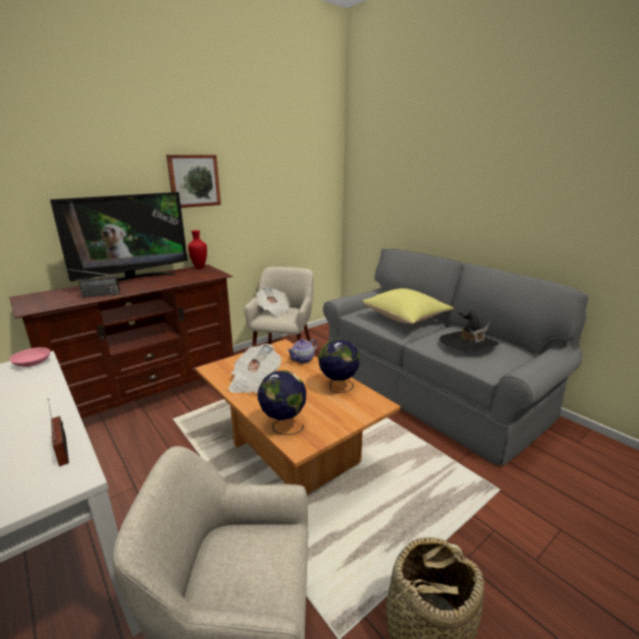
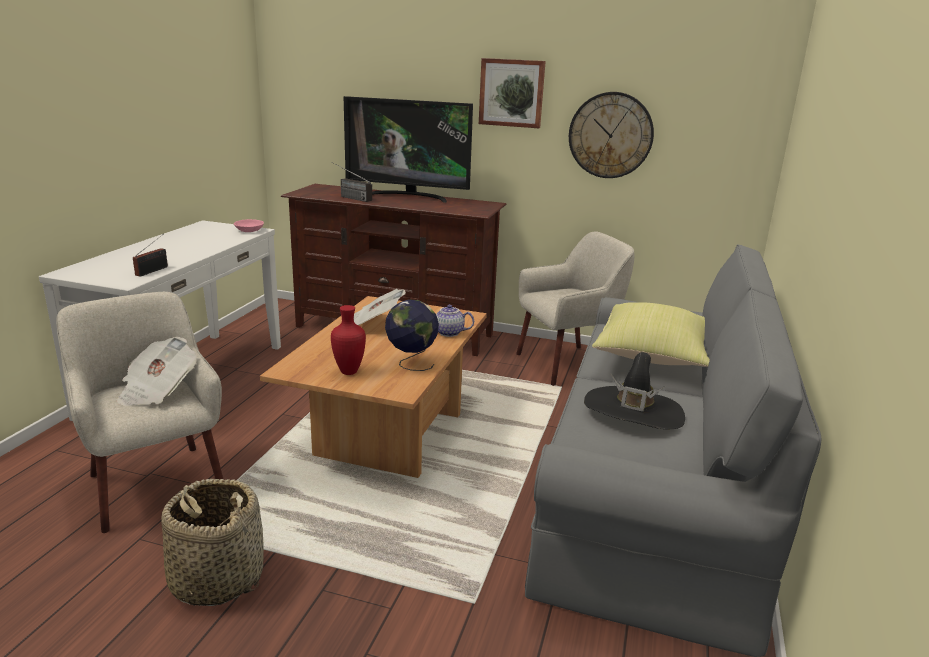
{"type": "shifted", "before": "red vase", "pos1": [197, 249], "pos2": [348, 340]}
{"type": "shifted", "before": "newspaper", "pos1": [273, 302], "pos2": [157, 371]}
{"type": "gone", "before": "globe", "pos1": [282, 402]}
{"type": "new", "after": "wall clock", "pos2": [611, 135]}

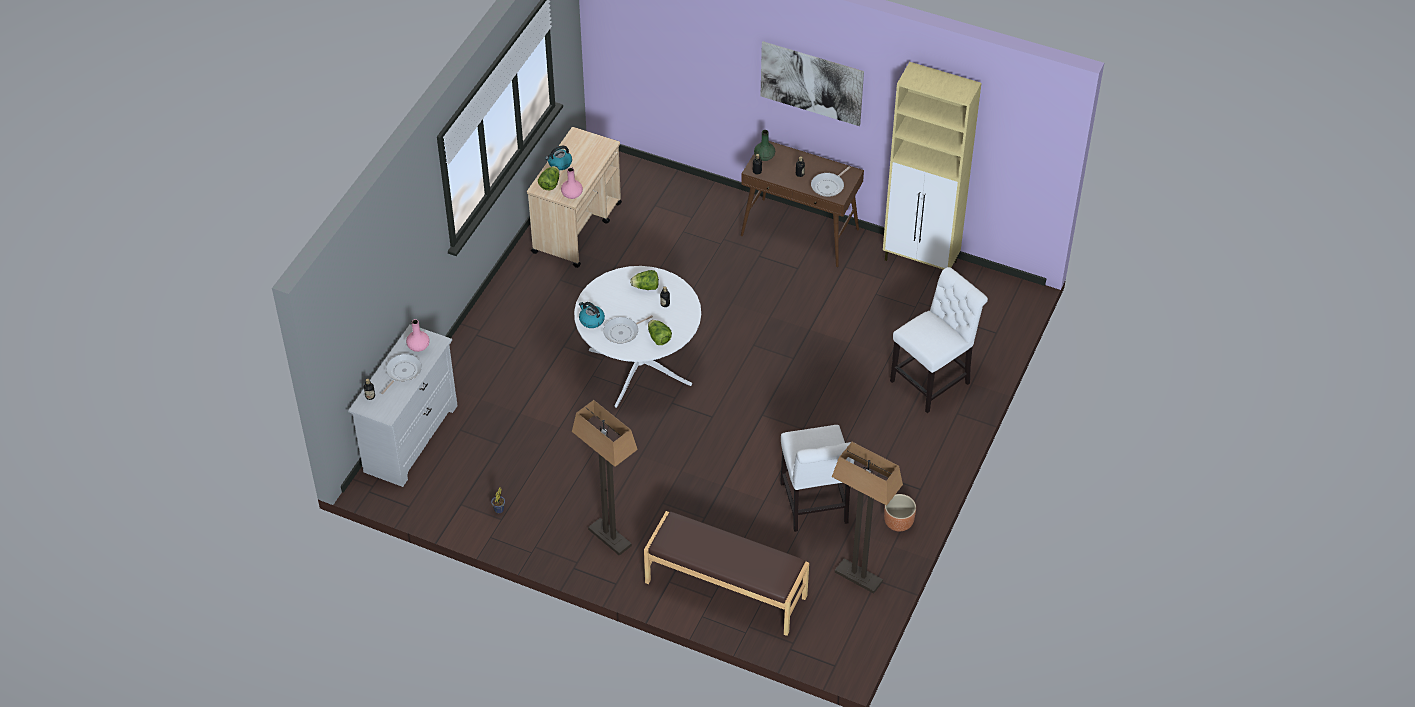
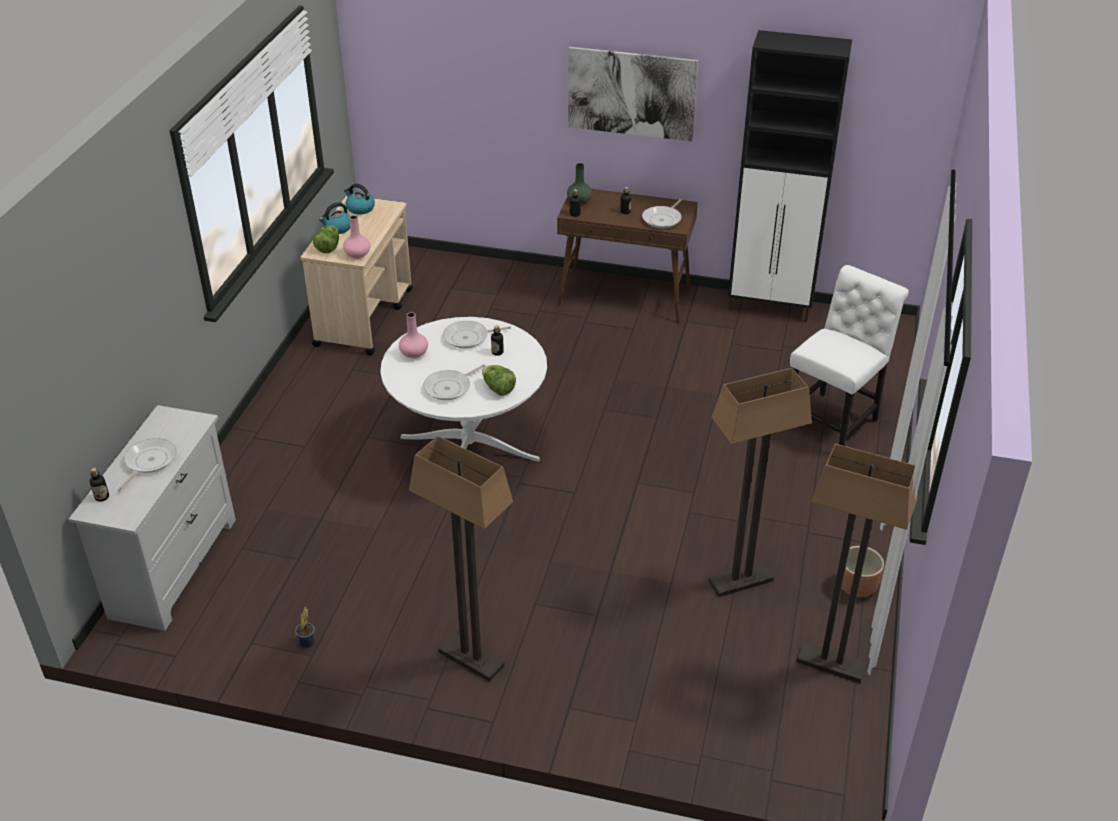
{"type": "shifted", "before": "pink vase", "pos1": [418, 335], "pos2": [413, 335]}
{"type": "shifted", "before": "kettle", "pos1": [592, 315], "pos2": [359, 199]}
{"type": "swapped", "before": "lettuce", "after": "frying pan", "pos1": [644, 280], "pos2": [477, 334]}
{"type": "gone", "before": "brown bench", "pos1": [726, 573]}
{"type": "swapped", "before": "white chair", "after": "floor lamp", "pos1": [817, 478], "pos2": [760, 482]}
{"type": "repainted", "before": "beige cabinet", "after": "black cabinet", "pos1": [932, 165], "pos2": [790, 176]}

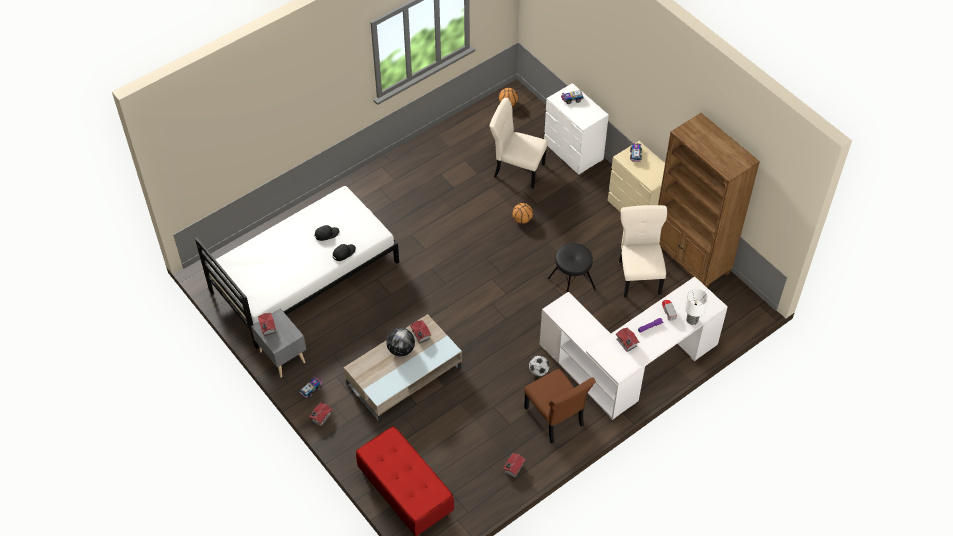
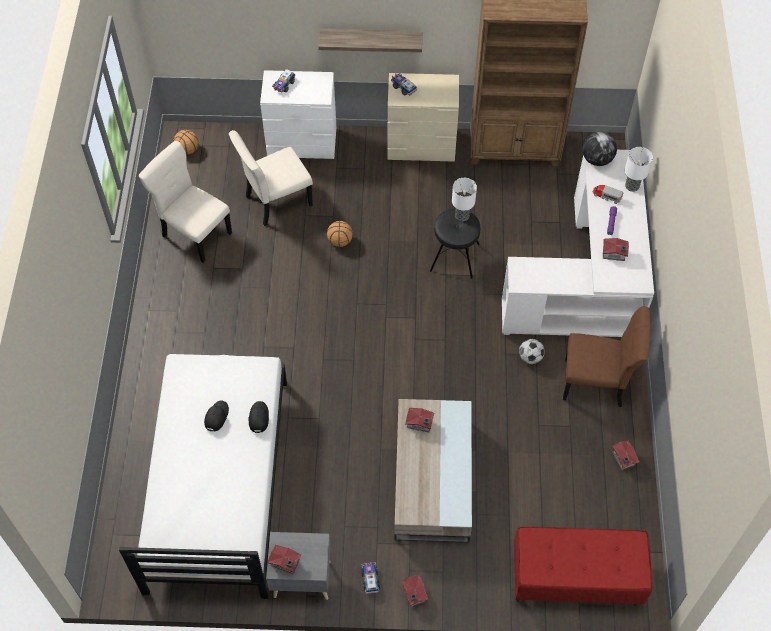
{"type": "shifted", "before": "globe", "pos1": [400, 342], "pos2": [599, 149]}
{"type": "shifted", "before": "beige chair", "pos1": [643, 251], "pos2": [185, 202]}
{"type": "new", "after": "shelf", "pos2": [370, 41]}
{"type": "new", "after": "table lamp", "pos2": [464, 199]}

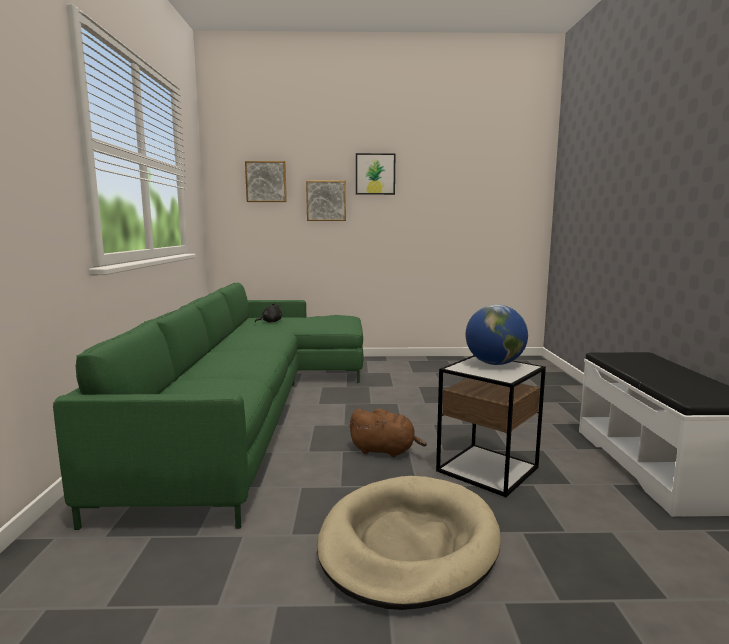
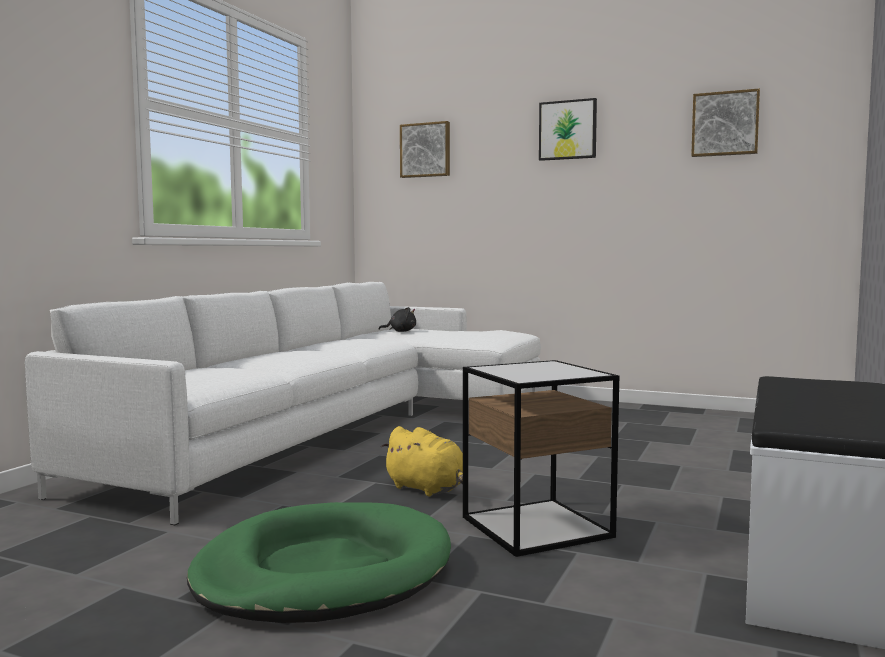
{"type": "repainted", "before": "green sofa", "after": "white sofa", "pos1": [208, 406], "pos2": [283, 403]}
{"type": "shifted", "before": "picture", "pos1": [326, 201], "pos2": [725, 122]}
{"type": "repainted", "before": "beige dog bed", "after": "green dog bed", "pos1": [409, 543], "pos2": [319, 562]}
{"type": "repainted", "before": "brown plush toy", "after": "yellow plush toy", "pos1": [387, 433], "pos2": [422, 461]}
{"type": "gone", "before": "globe", "pos1": [497, 335]}

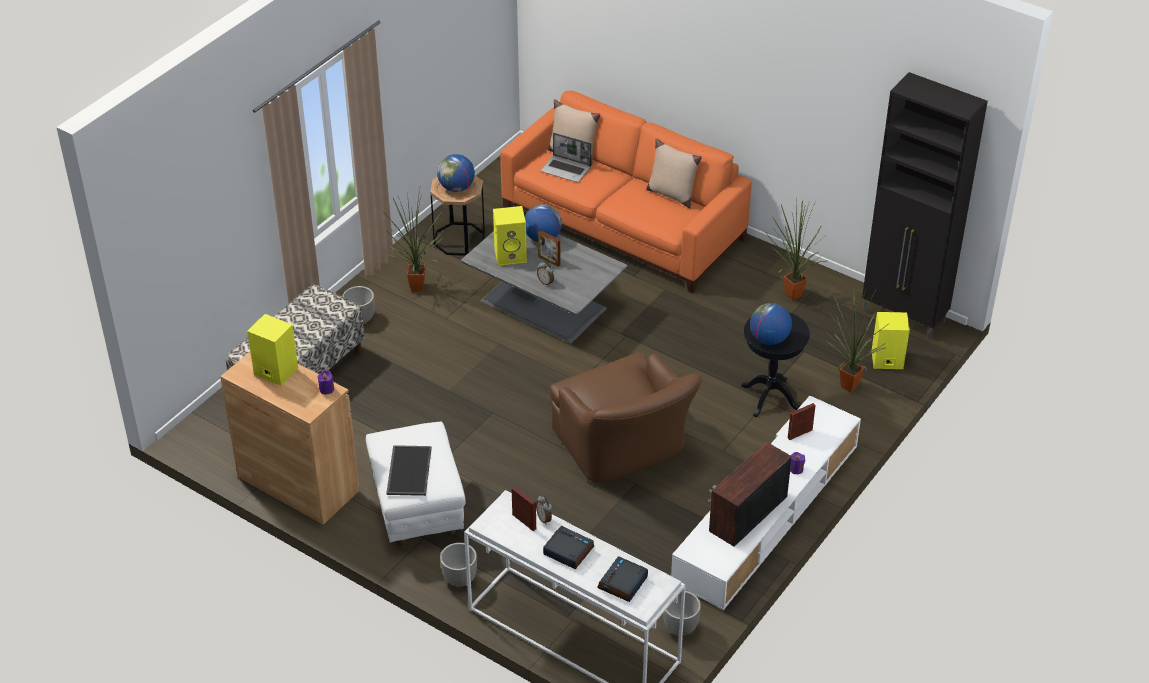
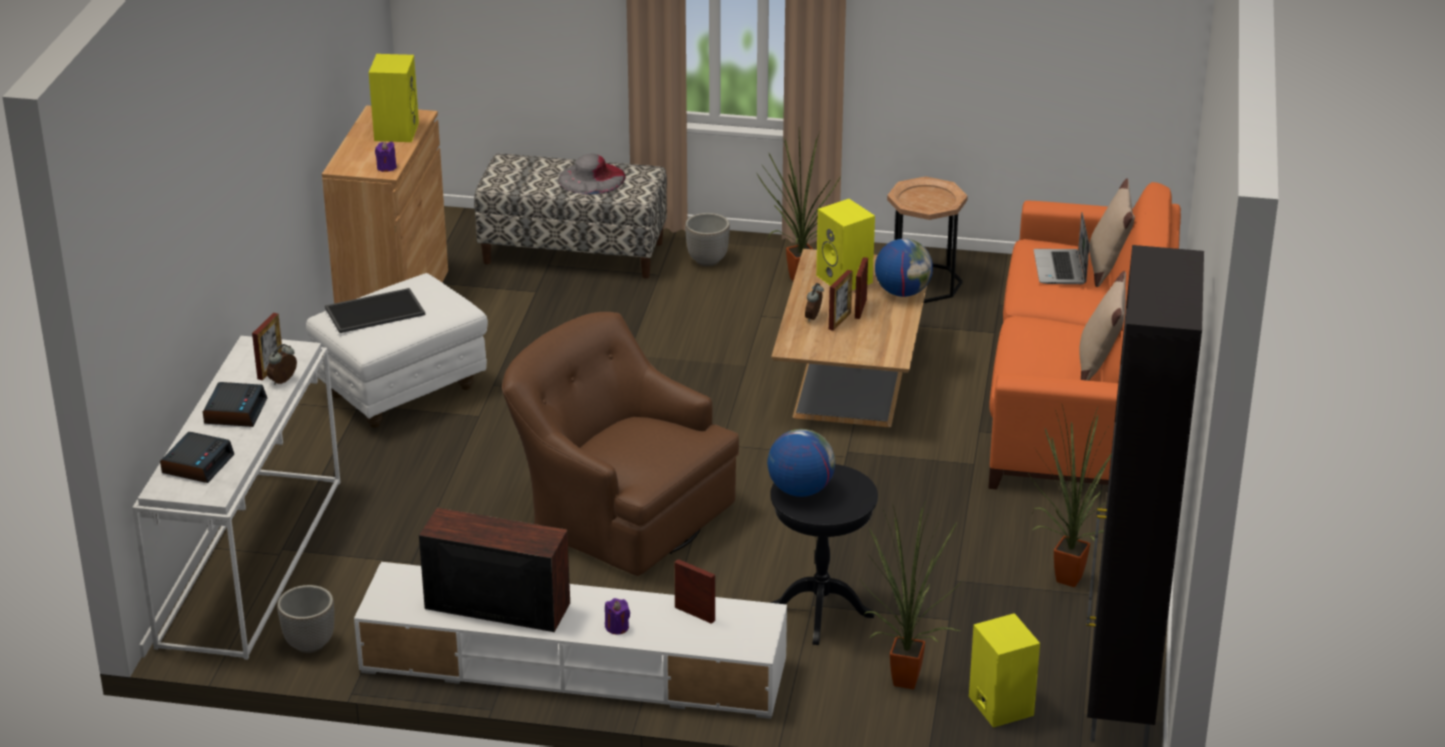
{"type": "gone", "before": "globe", "pos1": [456, 173]}
{"type": "gone", "before": "planter", "pos1": [458, 565]}
{"type": "repainted", "before": "grey coffee table", "after": "brown coffee table", "pos1": [544, 287], "pos2": [849, 338]}
{"type": "rotated", "before": "brown armchair", "pos1": [626, 417], "pos2": [620, 444], "turn": 90}
{"type": "rotated", "before": "alarm clock", "pos1": [622, 579], "pos2": [197, 457], "turn": 105}
{"type": "new", "after": "grey hat", "pos2": [592, 173]}
{"type": "new", "after": "picture frame", "pos2": [841, 300]}

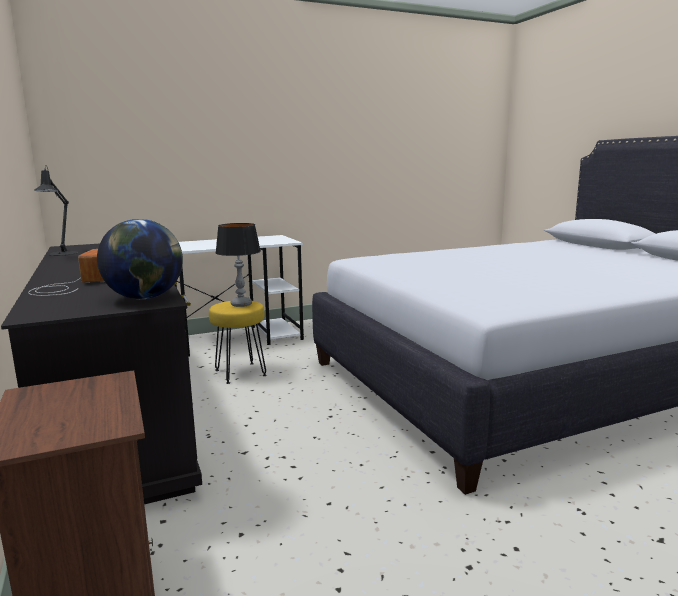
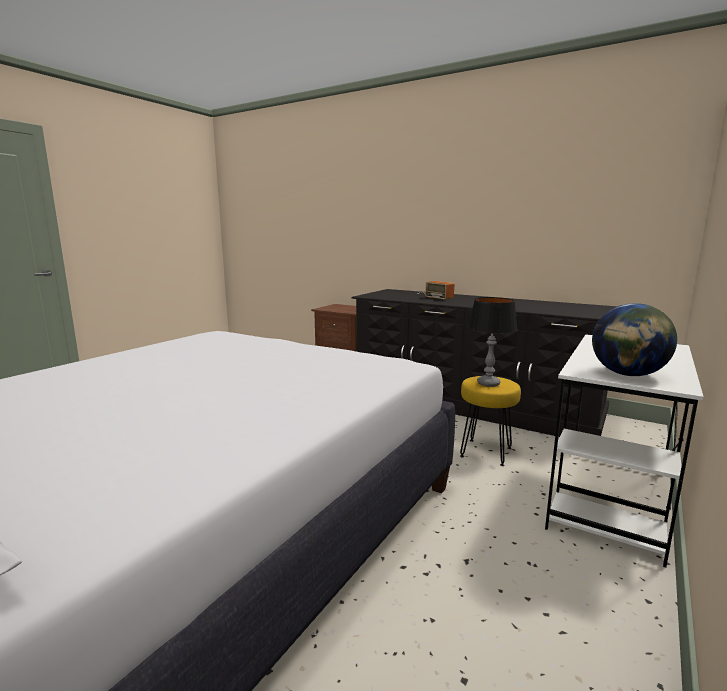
{"type": "gone", "before": "black table lamp", "pos1": [56, 210]}
{"type": "shifted", "before": "globe", "pos1": [140, 259], "pos2": [634, 339]}

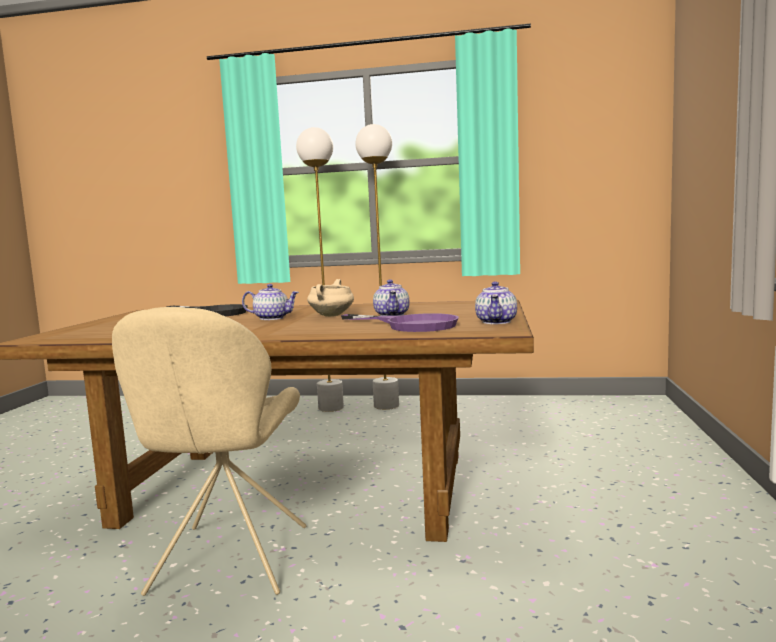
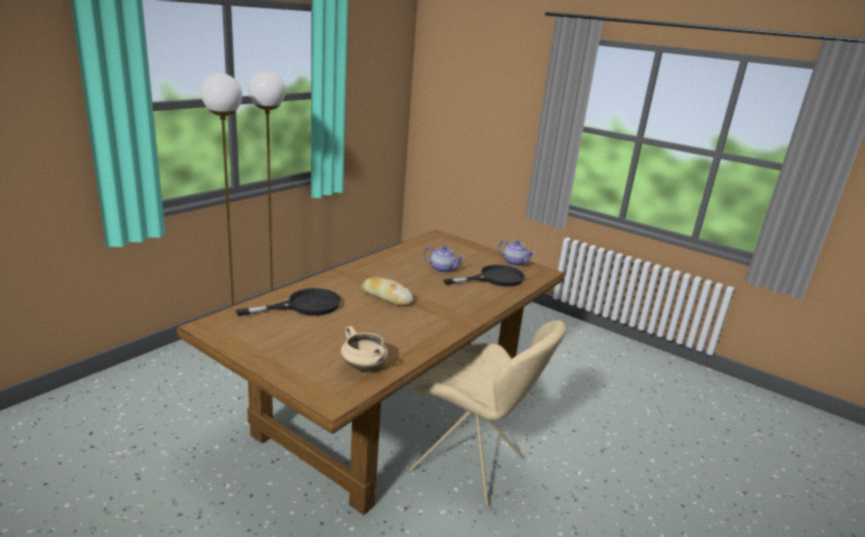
{"type": "swapped", "before": "teapot", "after": "bread", "pos1": [270, 302], "pos2": [388, 291]}
{"type": "shifted", "before": "beige cooking pot", "pos1": [330, 298], "pos2": [364, 348]}
{"type": "repainted", "before": "purple frying pan", "after": "black frying pan", "pos1": [400, 322], "pos2": [484, 276]}

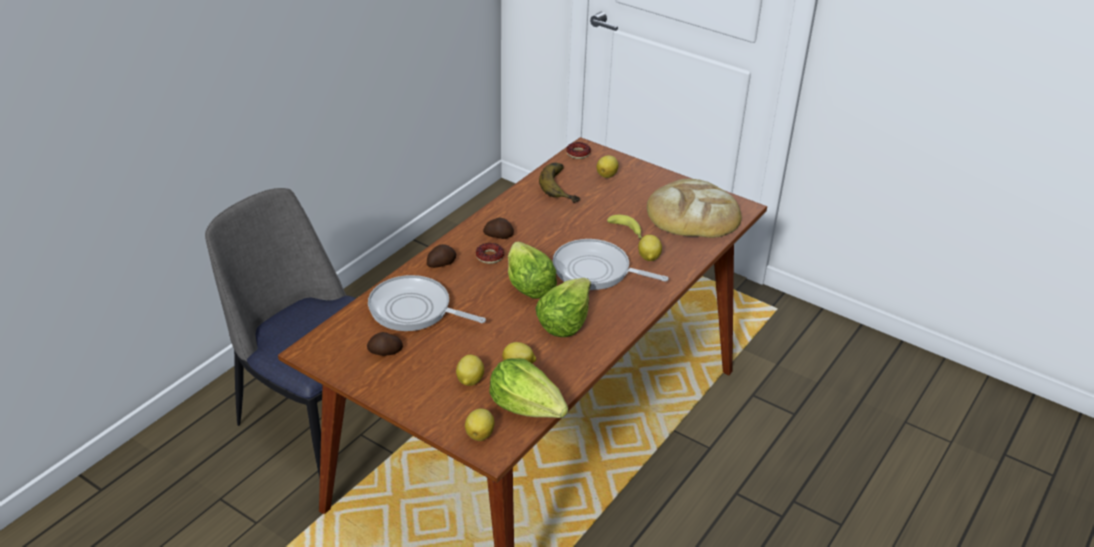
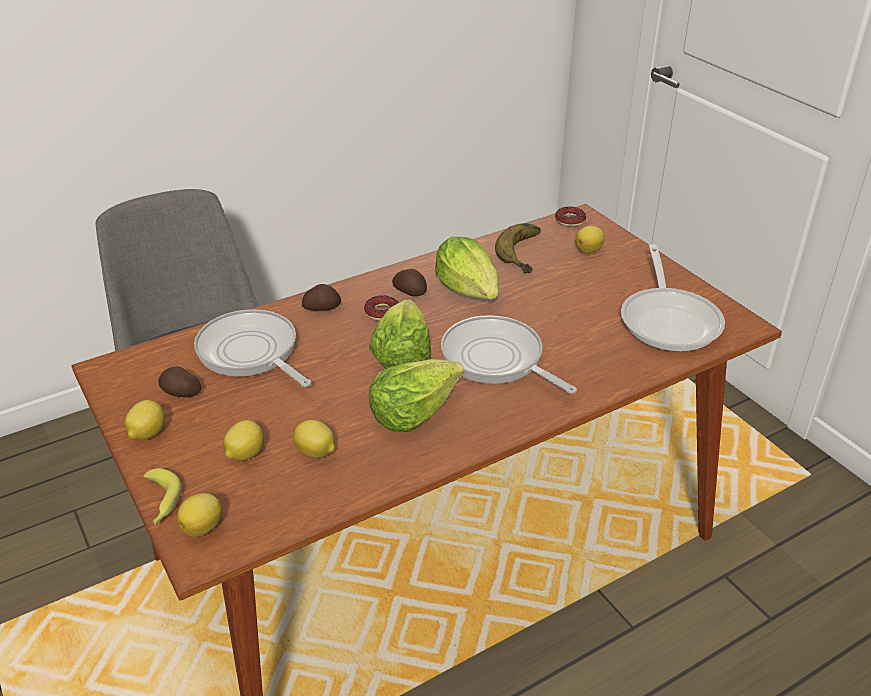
{"type": "shifted", "before": "lettuce", "pos1": [528, 388], "pos2": [467, 268]}
{"type": "shifted", "before": "banana", "pos1": [624, 226], "pos2": [162, 496]}
{"type": "shifted", "before": "lemon", "pos1": [650, 248], "pos2": [145, 420]}
{"type": "swapped", "before": "bread", "after": "frying pan", "pos1": [694, 208], "pos2": [673, 298]}

